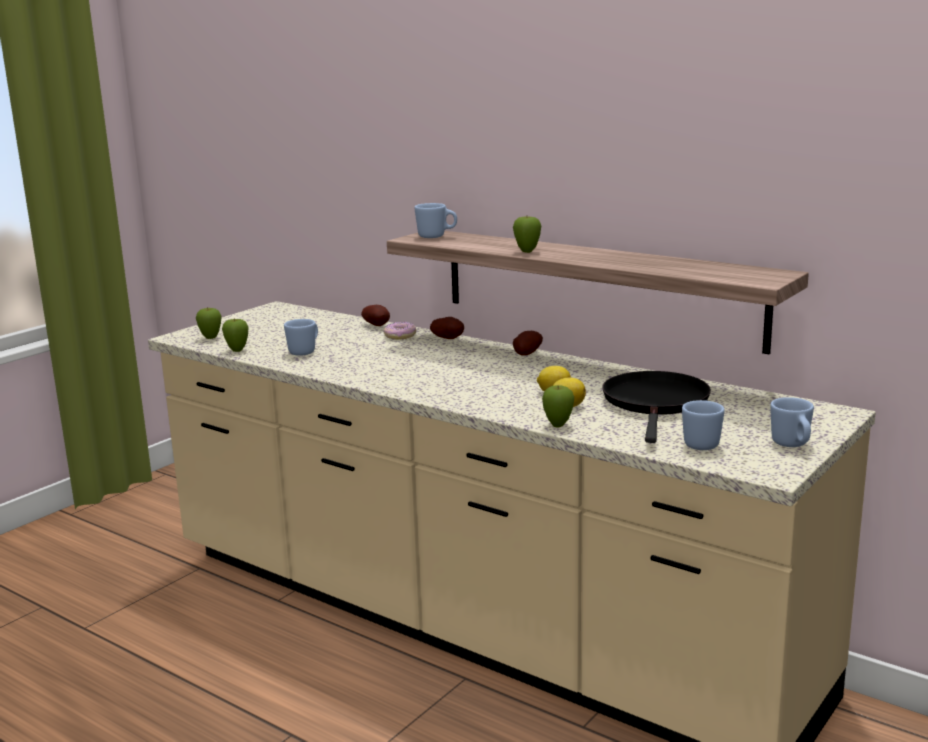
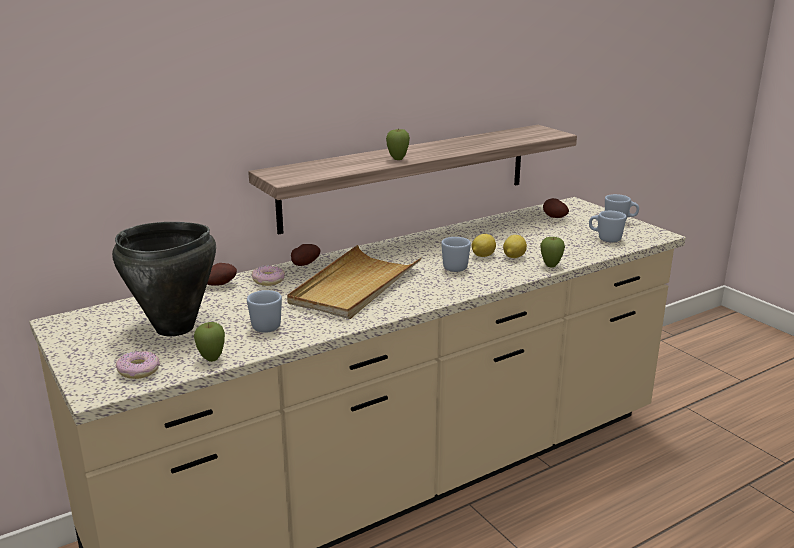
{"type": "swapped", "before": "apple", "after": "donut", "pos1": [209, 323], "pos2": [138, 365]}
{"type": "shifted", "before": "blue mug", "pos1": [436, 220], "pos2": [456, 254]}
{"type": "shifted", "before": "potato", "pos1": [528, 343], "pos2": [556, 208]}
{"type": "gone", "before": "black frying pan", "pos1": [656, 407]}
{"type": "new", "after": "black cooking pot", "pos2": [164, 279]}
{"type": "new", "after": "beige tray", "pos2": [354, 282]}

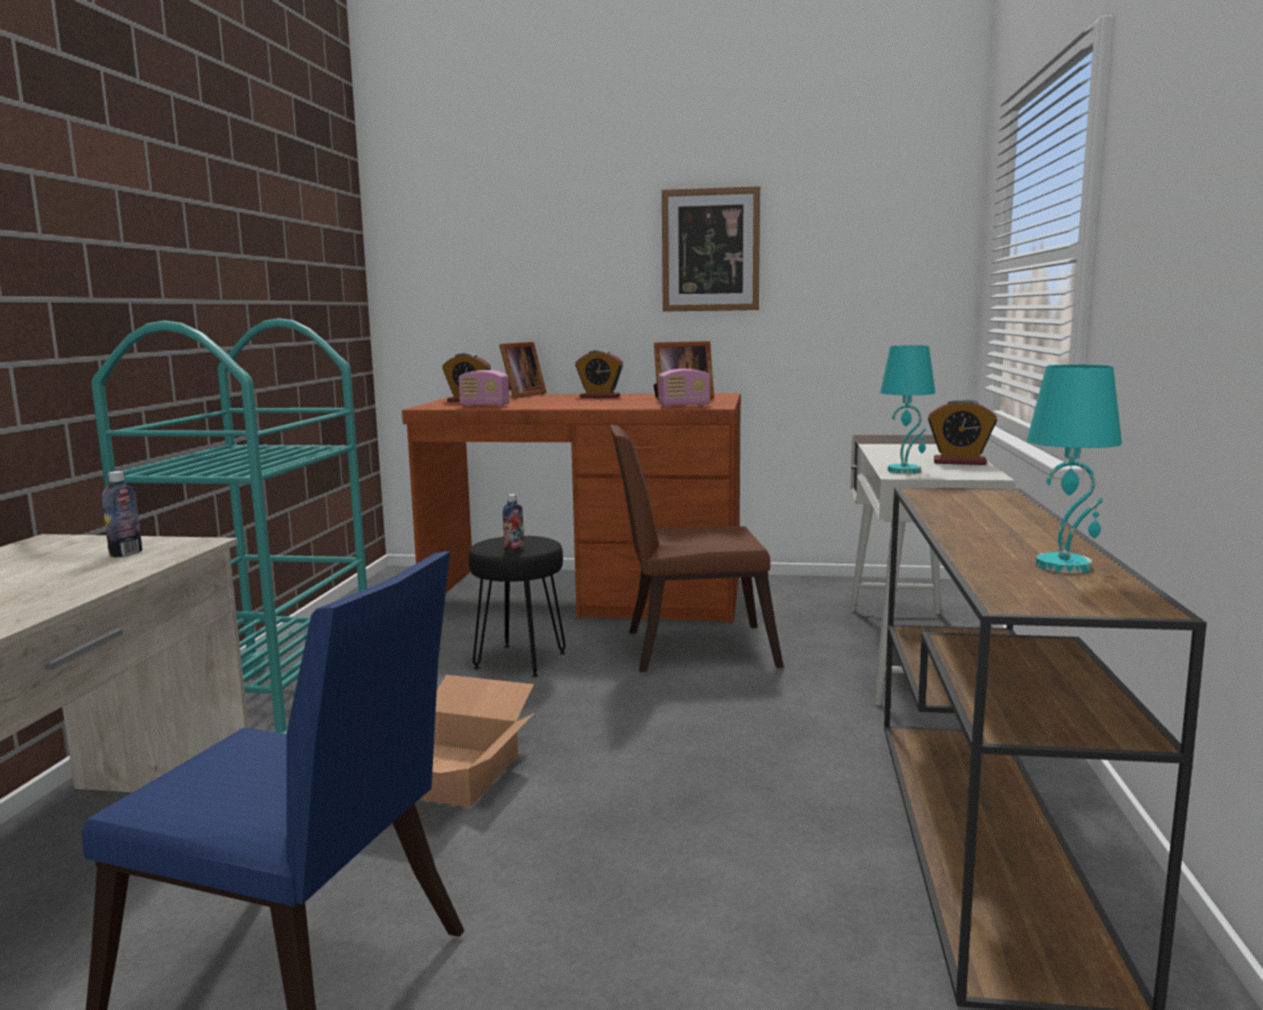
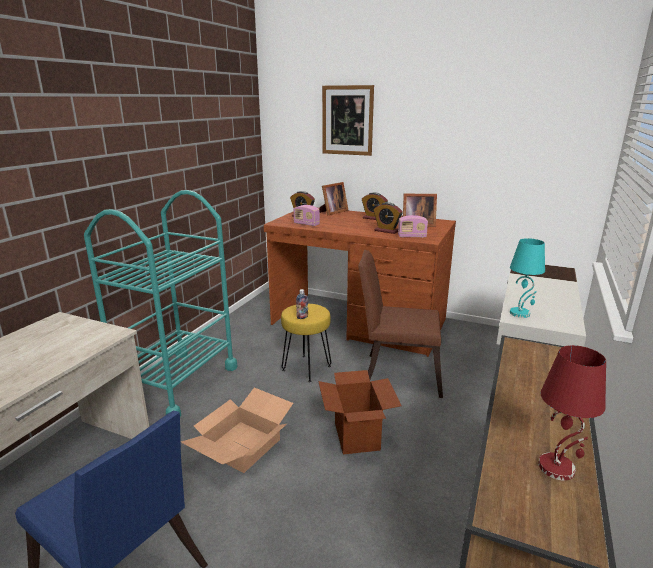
{"type": "gone", "before": "bottle", "pos1": [122, 514]}
{"type": "repainted", "before": "black stool", "after": "yellow stool", "pos1": [517, 606], "pos2": [306, 343]}
{"type": "shifted", "before": "picture", "pos1": [711, 249], "pos2": [348, 120]}
{"type": "shifted", "before": "alarm clock", "pos1": [962, 432], "pos2": [388, 218]}
{"type": "repainted", "before": "turquoise table lamp", "after": "red table lamp", "pos1": [1074, 469], "pos2": [572, 412]}
{"type": "new", "after": "cardboard box", "pos2": [360, 412]}

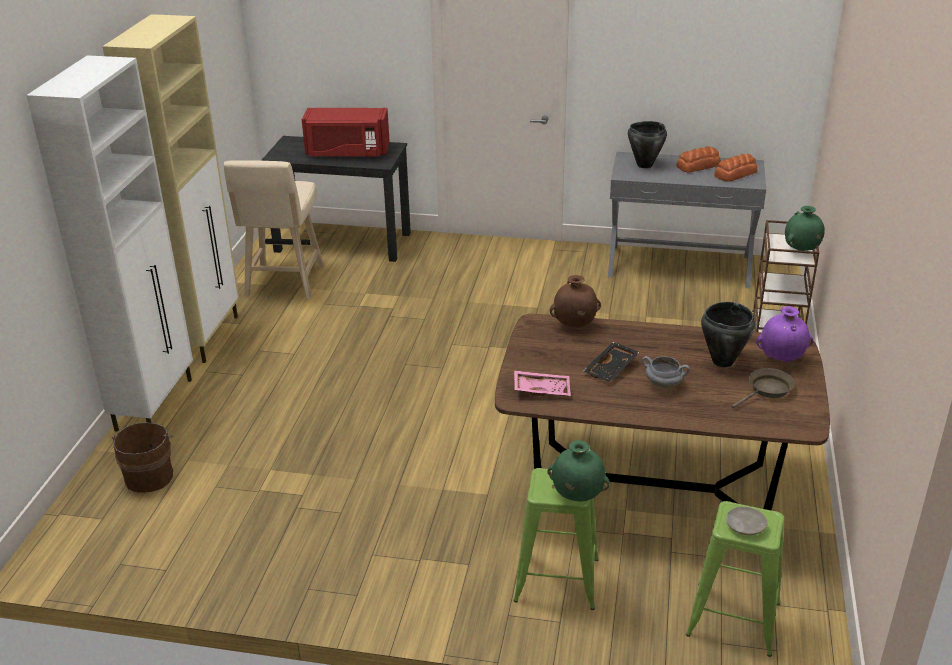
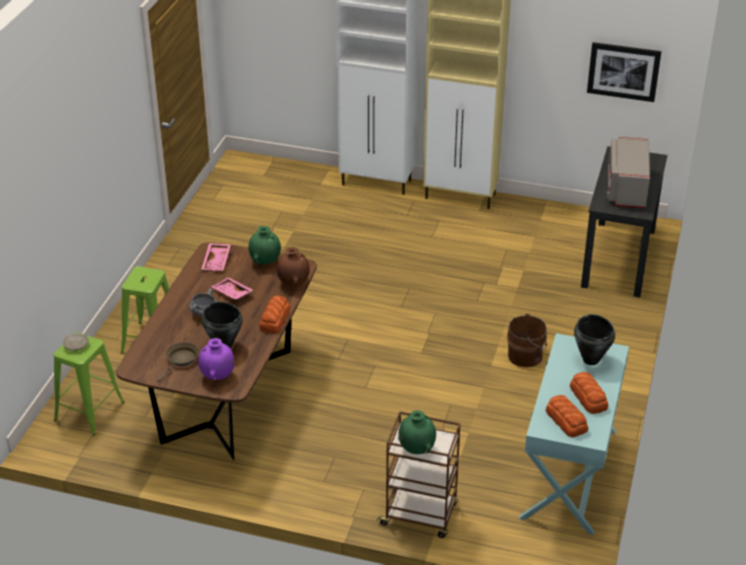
{"type": "shifted", "before": "brown bucket", "pos1": [142, 457], "pos2": [527, 340]}
{"type": "gone", "before": "beige stool", "pos1": [274, 229]}
{"type": "repainted", "before": "red microwave", "after": "grey microwave", "pos1": [346, 132], "pos2": [628, 172]}
{"type": "shifted", "before": "green vase", "pos1": [579, 470], "pos2": [265, 245]}
{"type": "repainted", "before": "black tray", "after": "pink tray", "pos1": [611, 362], "pos2": [232, 288]}
{"type": "repainted", "before": "grey console table", "after": "turquoise console table", "pos1": [687, 220], "pos2": [574, 434]}
{"type": "rotated", "before": "brown frying pan", "pos1": [763, 388], "pos2": [178, 362], "turn": -120}
{"type": "new", "after": "bread", "pos2": [274, 314]}
{"type": "new", "after": "picture", "pos2": [624, 72]}

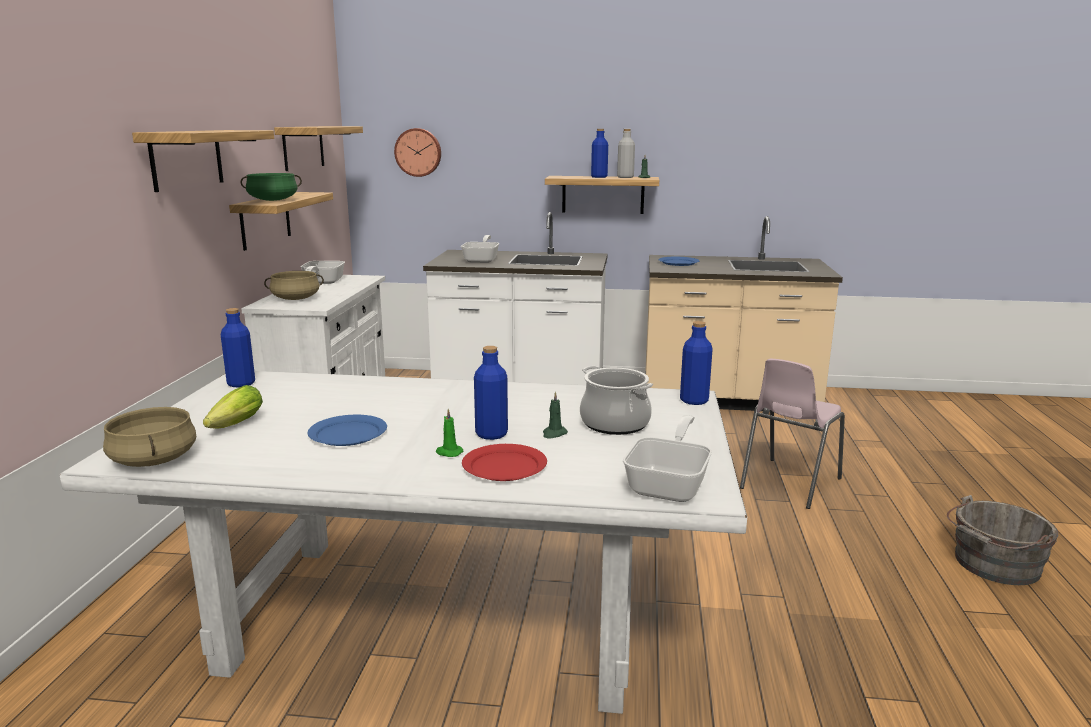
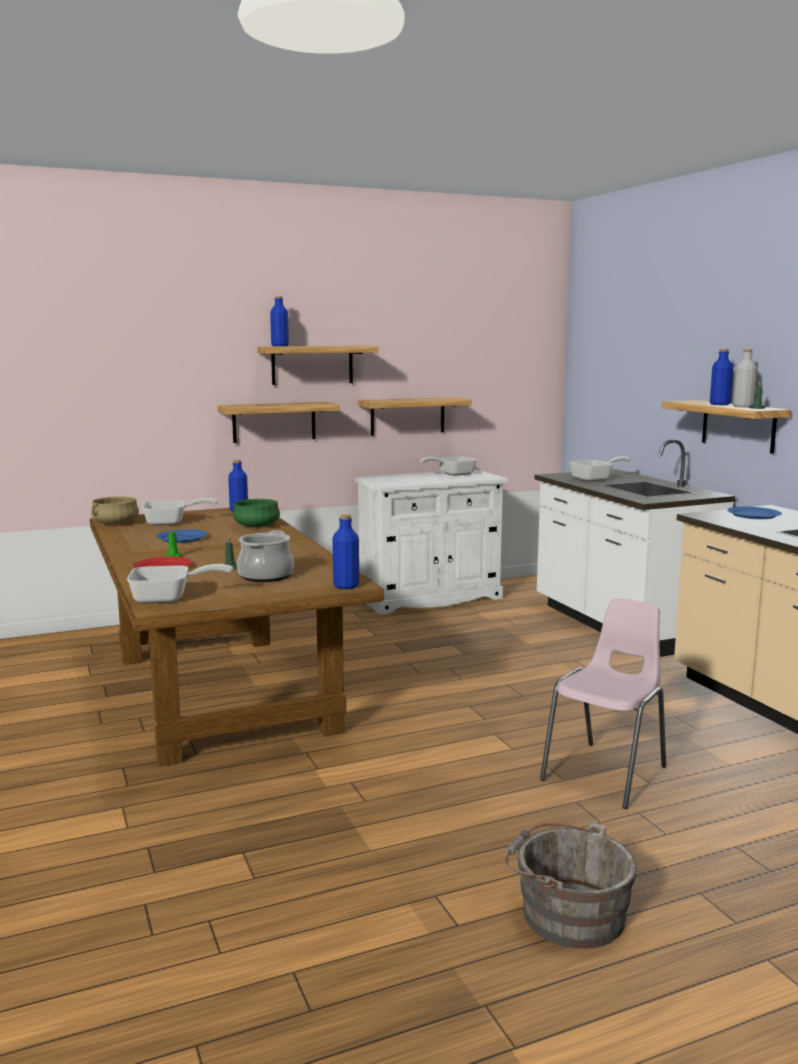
{"type": "repainted", "before": "white dining table", "after": "brown dining table", "pos1": [403, 542], "pos2": [237, 637]}
{"type": "swapped", "before": "lettuce", "after": "frying pan", "pos1": [233, 406], "pos2": [180, 512]}
{"type": "shifted", "before": "green cooking pot", "pos1": [271, 187], "pos2": [256, 513]}
{"type": "gone", "before": "beige cooking pot", "pos1": [294, 285]}
{"type": "shifted", "before": "shelf", "pos1": [318, 148], "pos2": [279, 422]}
{"type": "gone", "before": "wall clock", "pos1": [417, 152]}
{"type": "shifted", "before": "blue bottle", "pos1": [491, 393], "pos2": [279, 321]}
{"type": "rotated", "before": "pink chair", "pos1": [792, 434], "pos2": [603, 704], "turn": 120}

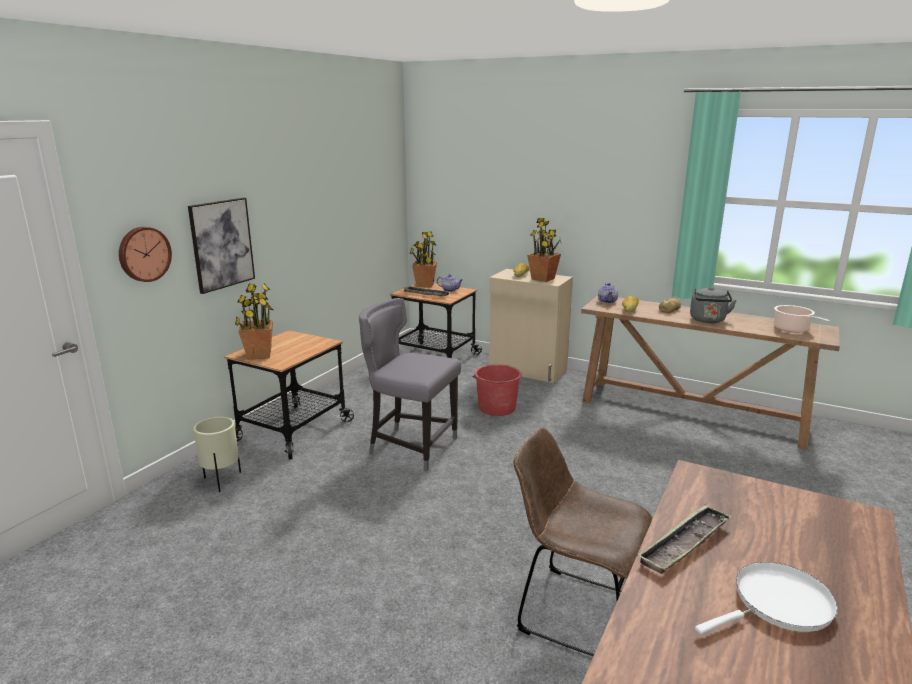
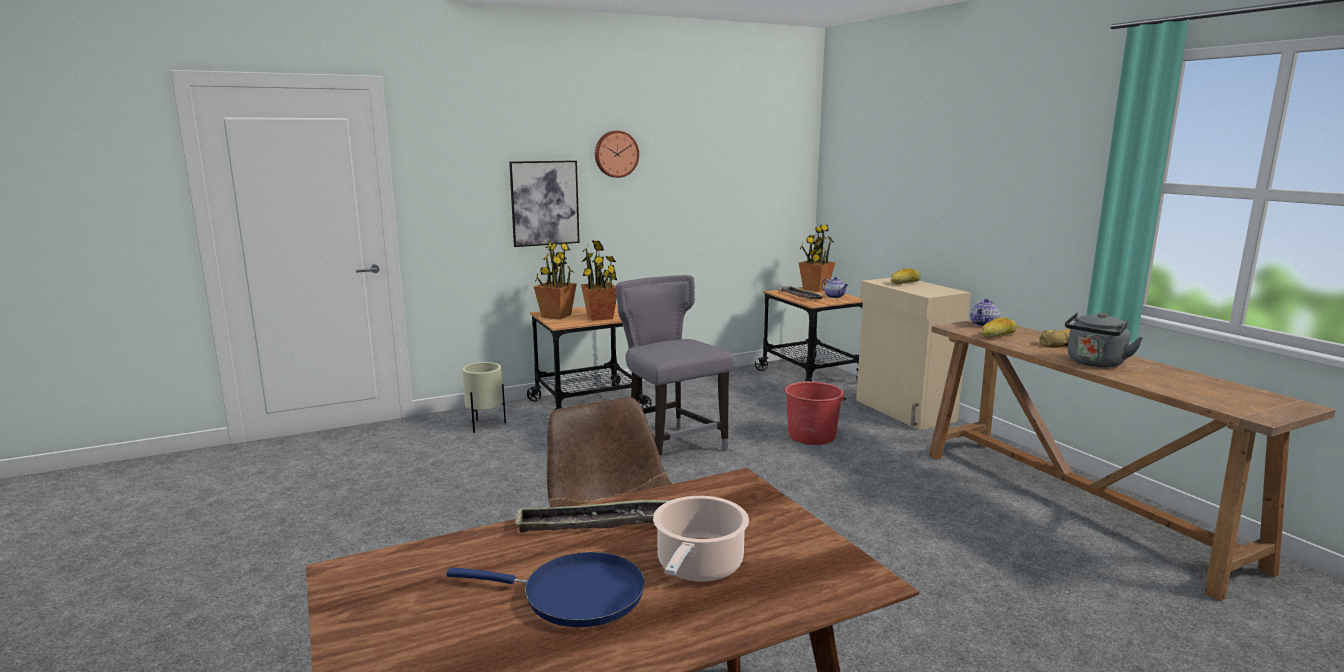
{"type": "shifted", "before": "wall clock", "pos1": [145, 254], "pos2": [617, 154]}
{"type": "shifted", "before": "potted plant", "pos1": [544, 250], "pos2": [599, 281]}
{"type": "repainted", "before": "white frying pan", "after": "blue frying pan", "pos1": [766, 598], "pos2": [545, 589]}
{"type": "shifted", "before": "cooking pot", "pos1": [802, 319], "pos2": [701, 539]}

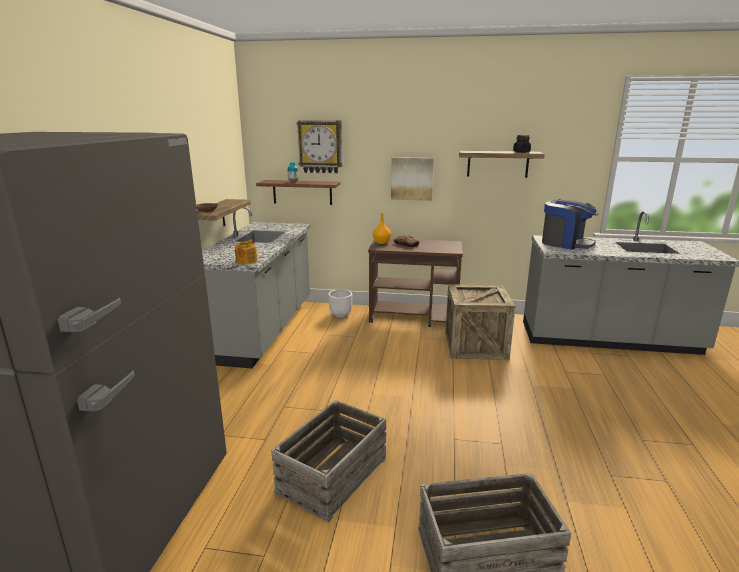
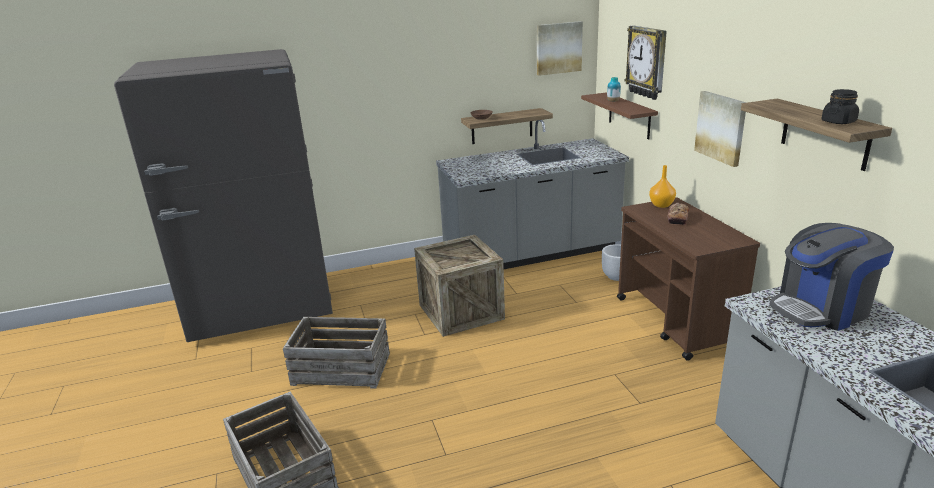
{"type": "gone", "before": "teapot", "pos1": [246, 252]}
{"type": "shifted", "before": "crate", "pos1": [480, 322], "pos2": [459, 286]}
{"type": "rotated", "before": "coffee machine", "pos1": [570, 224], "pos2": [831, 277], "turn": 60}
{"type": "new", "after": "picture", "pos2": [560, 48]}

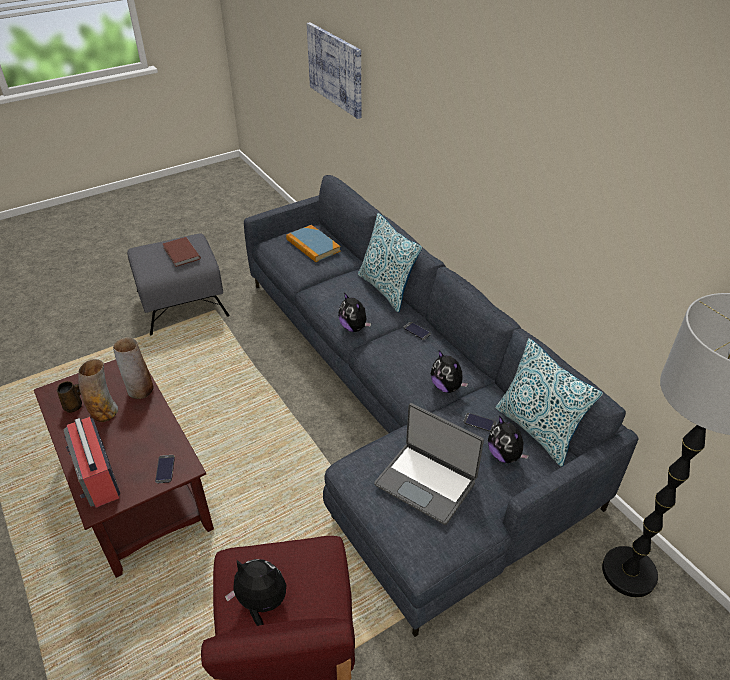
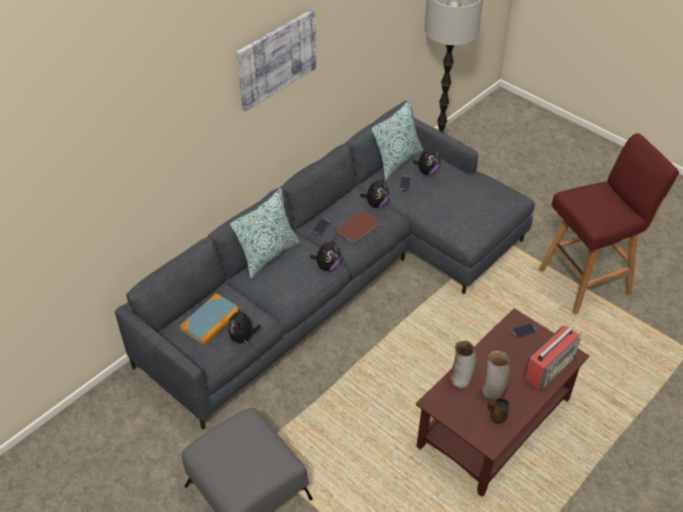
{"type": "shifted", "before": "brown book", "pos1": [182, 252], "pos2": [357, 227]}
{"type": "shifted", "before": "plush toy", "pos1": [255, 592], "pos2": [244, 326]}
{"type": "shifted", "before": "picture", "pos1": [333, 70], "pos2": [276, 60]}
{"type": "gone", "before": "laptop", "pos1": [429, 464]}

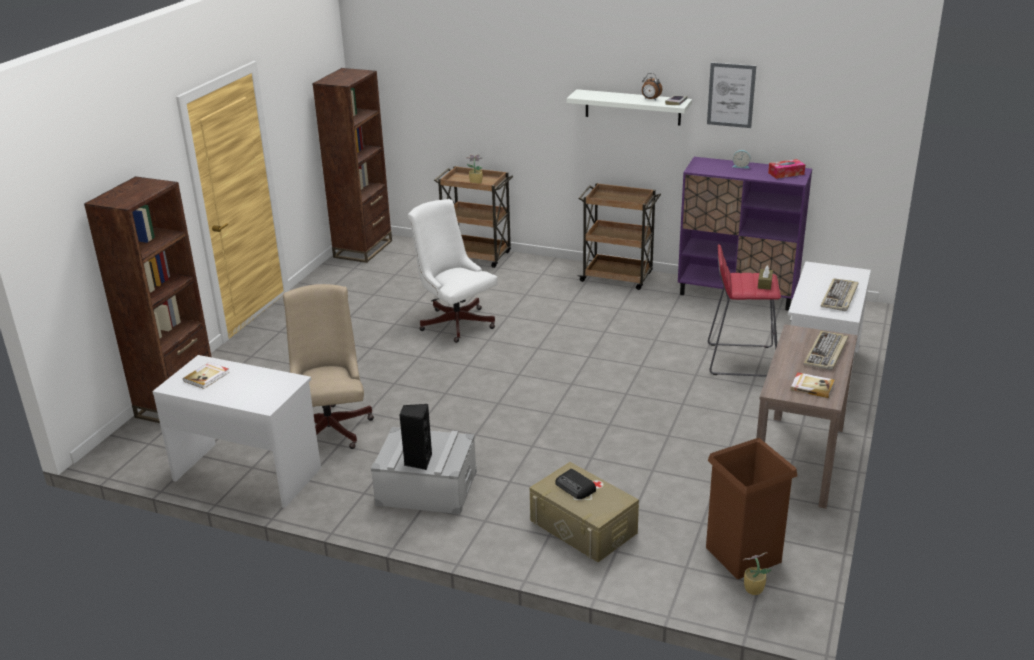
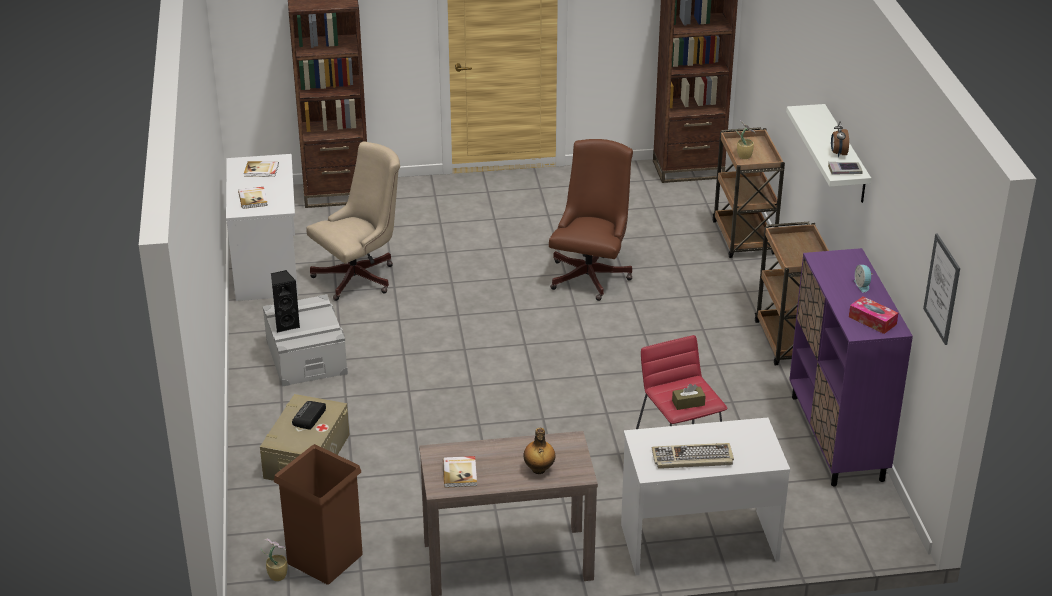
{"type": "repainted", "before": "white office chair", "after": "brown office chair", "pos1": [452, 271], "pos2": [591, 220]}
{"type": "shifted", "before": "picture", "pos1": [731, 95], "pos2": [941, 289]}
{"type": "swapped", "before": "keyboard", "after": "bottle", "pos1": [826, 350], "pos2": [539, 451]}
{"type": "new", "after": "book", "pos2": [253, 198]}

